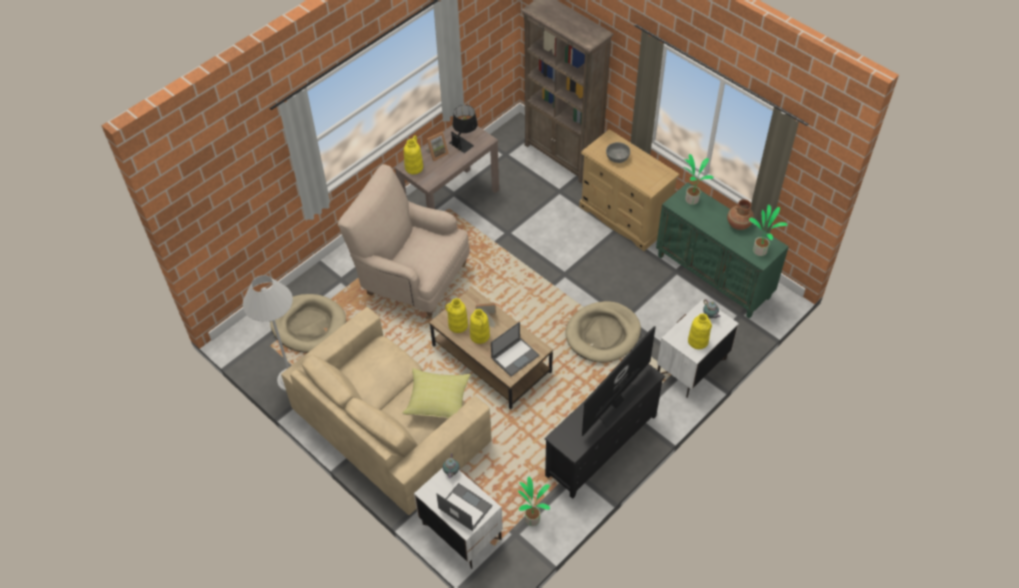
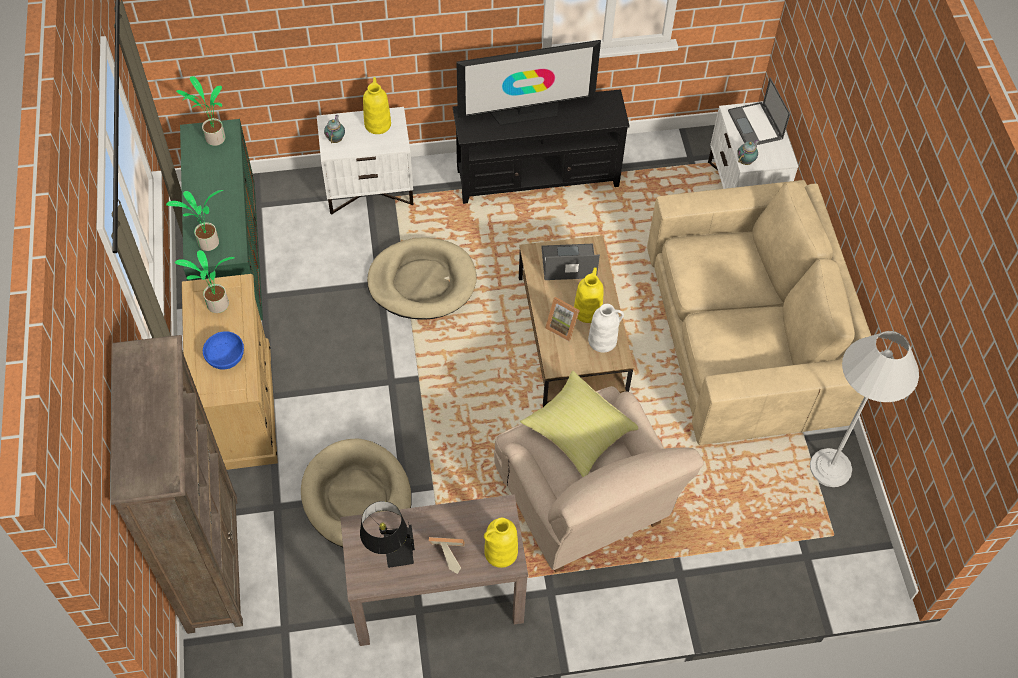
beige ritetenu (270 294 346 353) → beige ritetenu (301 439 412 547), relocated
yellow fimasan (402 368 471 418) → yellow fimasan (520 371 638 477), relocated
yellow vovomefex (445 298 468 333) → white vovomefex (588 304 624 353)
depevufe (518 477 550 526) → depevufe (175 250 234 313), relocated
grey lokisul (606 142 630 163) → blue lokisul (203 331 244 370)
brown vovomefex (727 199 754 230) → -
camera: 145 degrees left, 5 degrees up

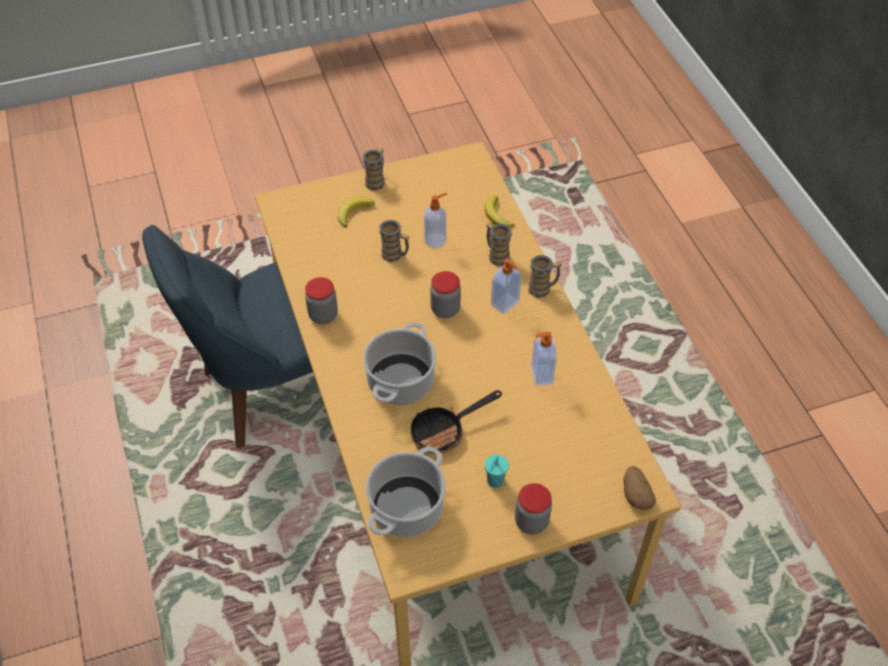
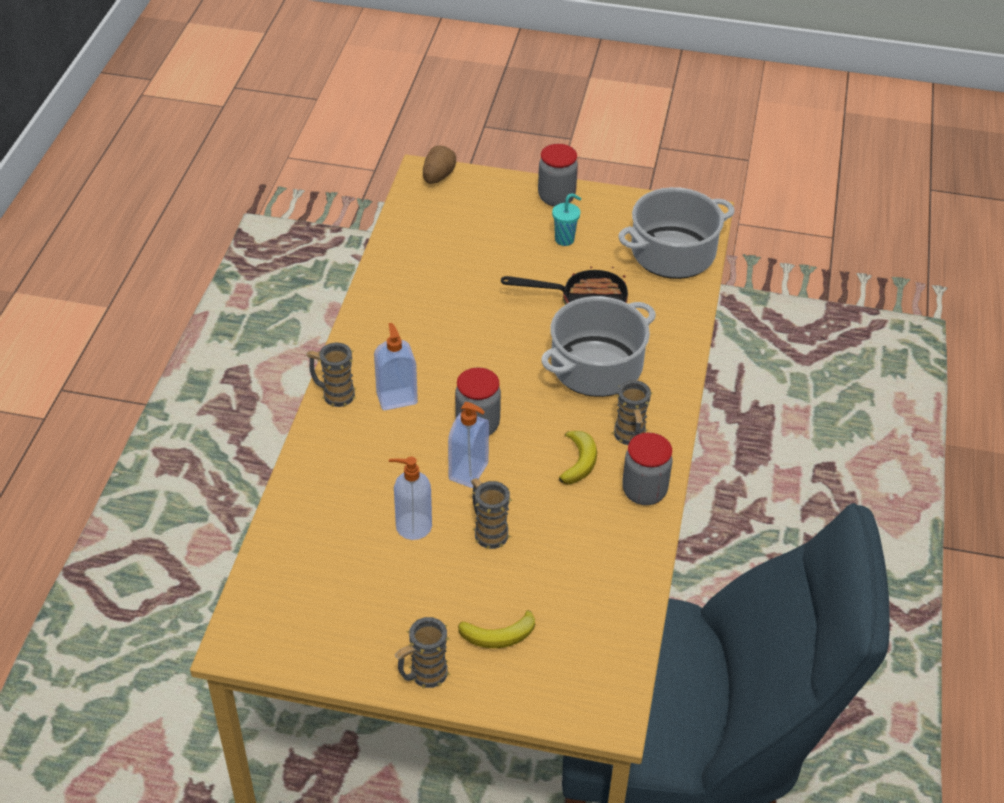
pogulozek (485 195 515 227) → pogulozek (559 431 597 485), relocated
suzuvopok (486 223 513 266) → suzuvopok (612 380 653 445), relocated
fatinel (531 332 557 386) → fatinel (448 402 489 488), relocated
camera: 150 degrees left, 5 degrees down

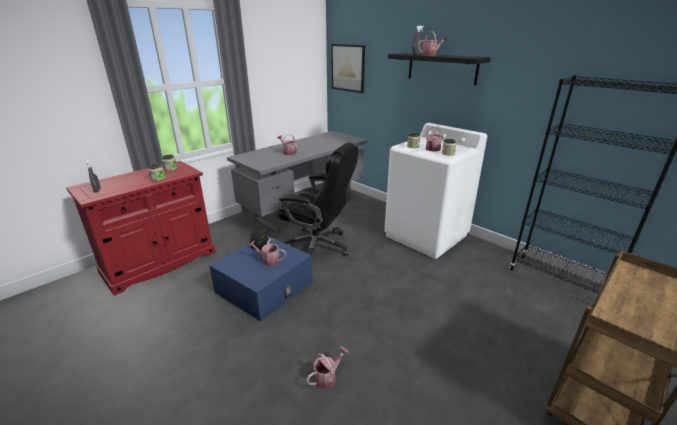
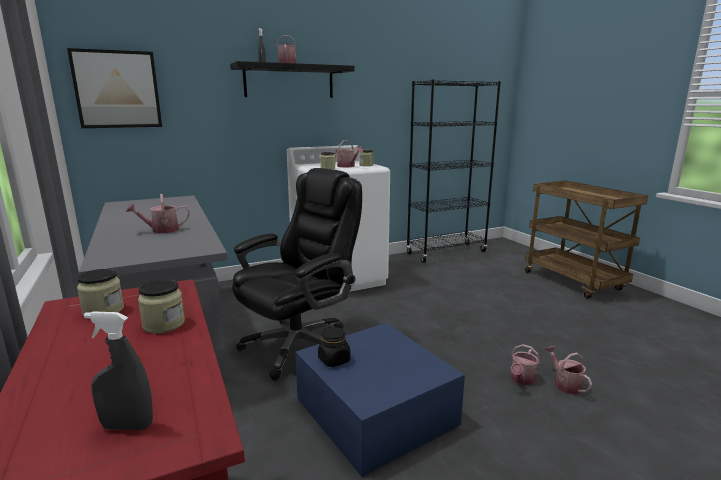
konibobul (249 239 286 266) → konibobul (510 344 540 385), relocated
camera: 70 degrees left, 10 degrees down

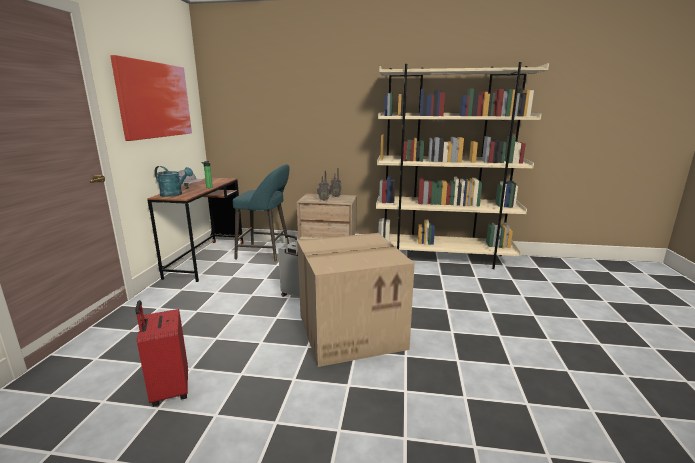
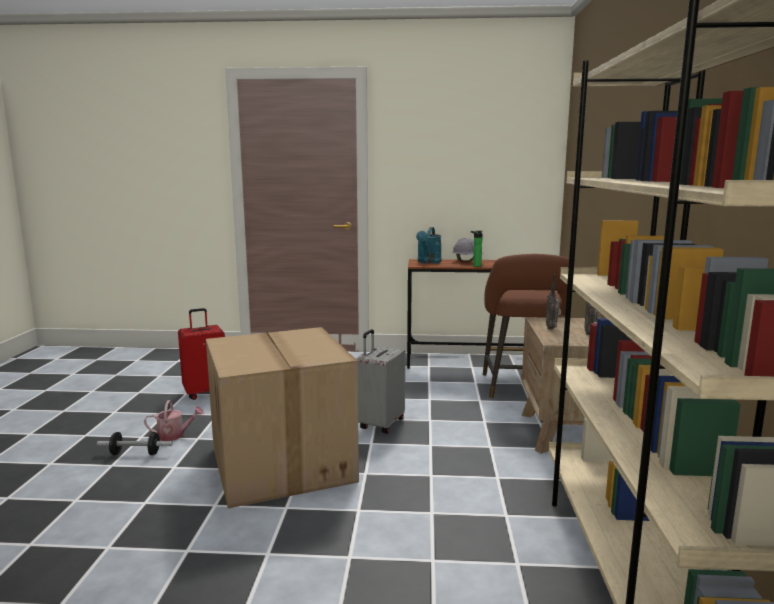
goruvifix (110 55 192 141) → -
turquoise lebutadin (233 164 289 262) → brown lebutadin (483 254 569 399)
- → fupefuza (97 432 173 455)
- → konibobul (144 400 204 441)
camera: 85 degrees right, 5 degrees down

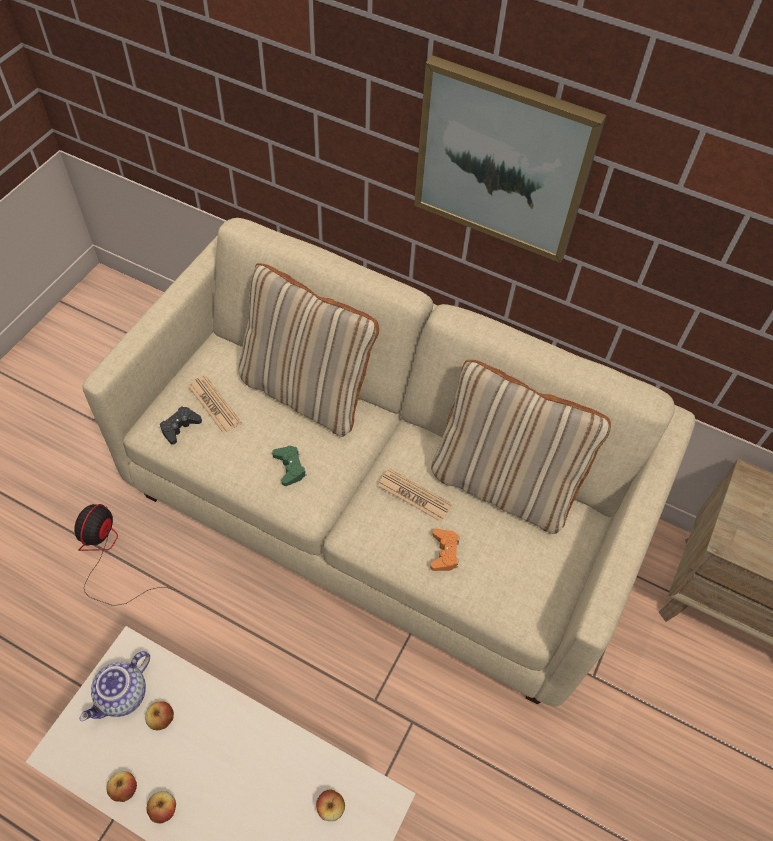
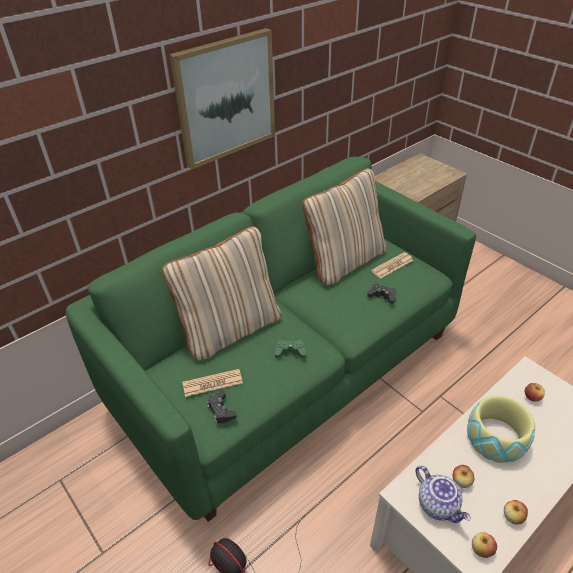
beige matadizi (82 218 696 707) → green matadizi (66 157 476 522)
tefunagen (146 791 176 823) → tefunagen (472 532 497 558), relocated
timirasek (378 469 453 522) → timirasek (371 252 413 278), relocated
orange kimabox (430 528 459 571) → black kimabox (367 283 396 304)
- → lokisul (467 395 535 463)
camera: 65 degrees left, 15 degrees down

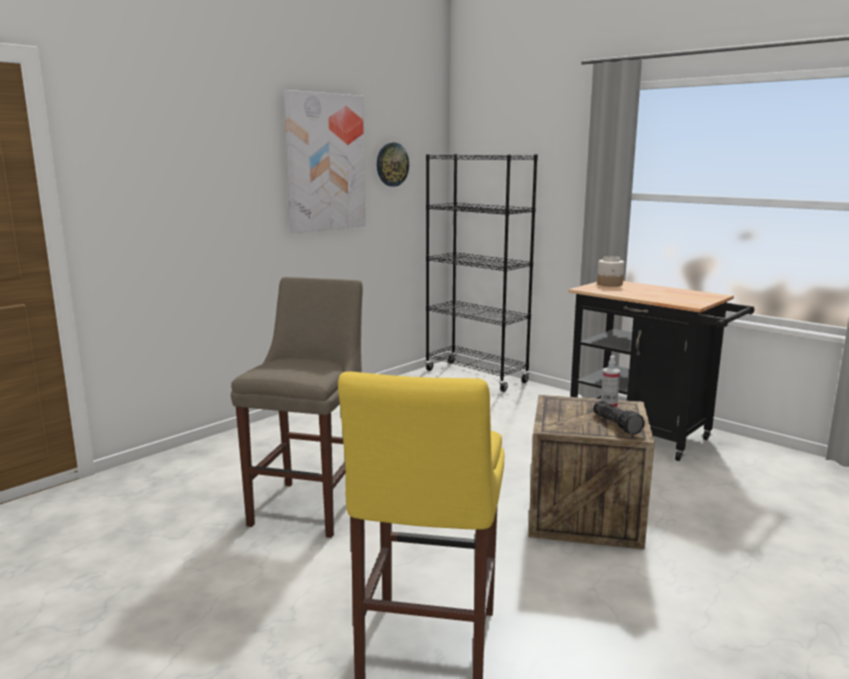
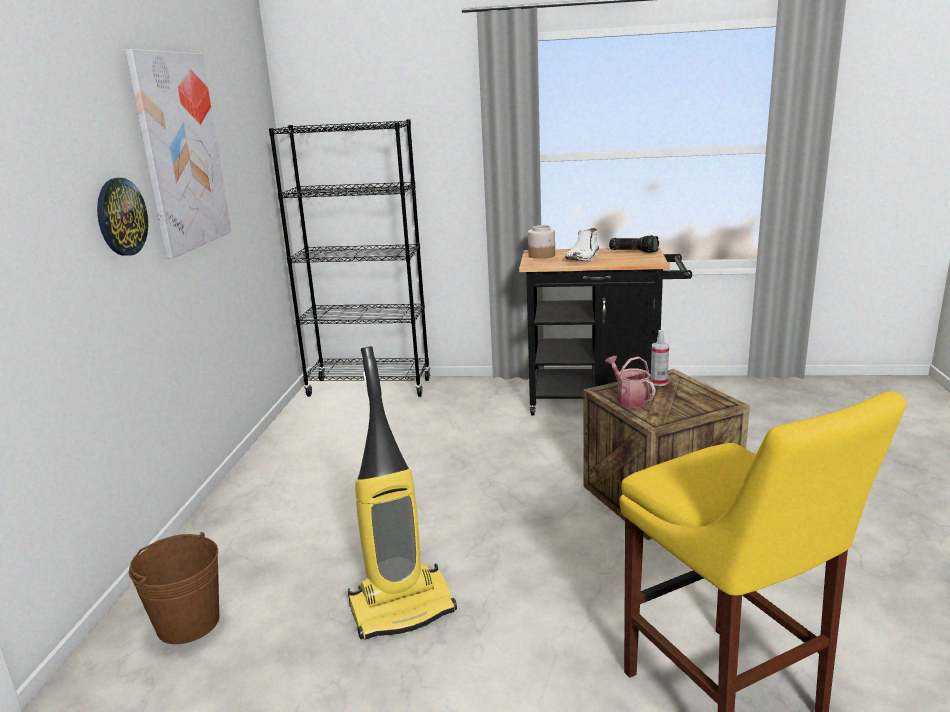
beige lebutadin (231 277 363 538) → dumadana (348 346 457 639)
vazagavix (377 143 409 187) → vazagavix (97 178 148 256), relocated
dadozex (593 401 645 434) → dadozex (609 235 659 253), relocated
- → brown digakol (129 532 219 644)
- → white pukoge (565 228 600 261)
- → konibobul (605 356 656 407)
camera: 35 degrees left, 5 degrees up

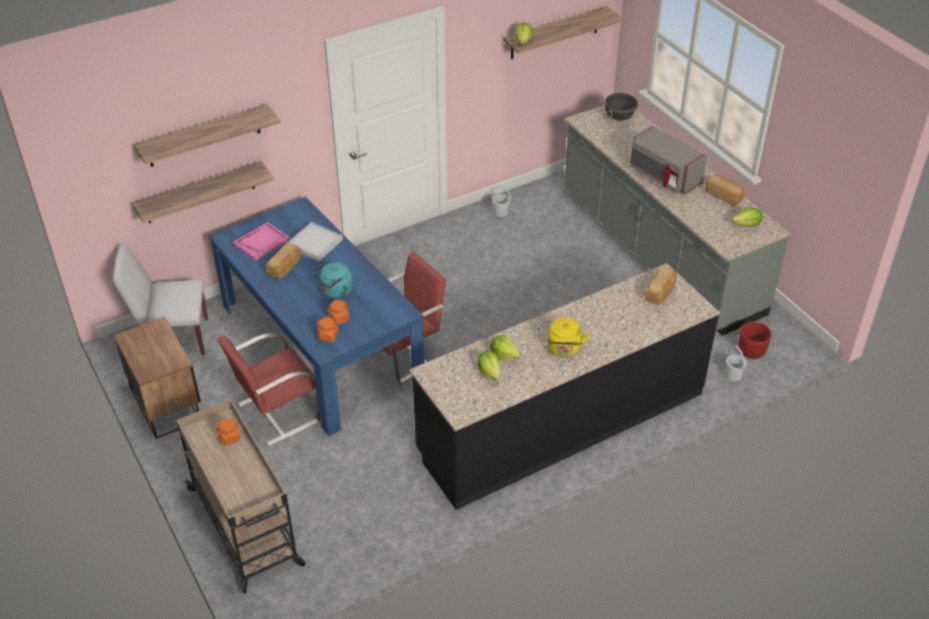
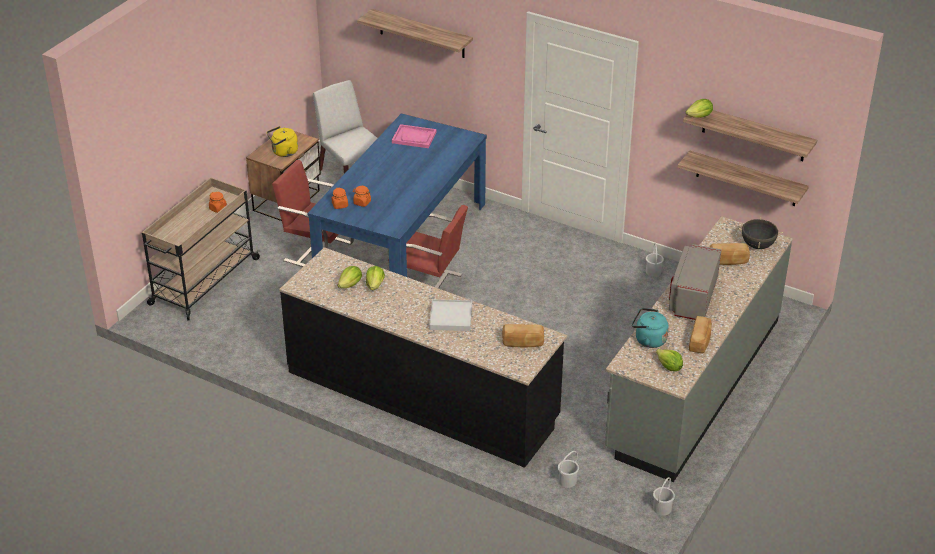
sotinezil (132 161 274 223) → sotinezil (678 151 809 206), relocated
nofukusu (266 243 301 279) → nofukusu (710 243 750 265), relocated
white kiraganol (287 222 343 261) → white kiraganol (429 299 472 331), relocated
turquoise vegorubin (313 261 353 299) → turquoise vegorubin (632 308 669 348), relocated
yellow vegorubin (547 318 590 357) → yellow vegorubin (267 126 298 157), relocated
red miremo (738 322 772 359) → -
- → white digakol (653 477 675 516)
camera: 60 degrees right, 5 degrees down

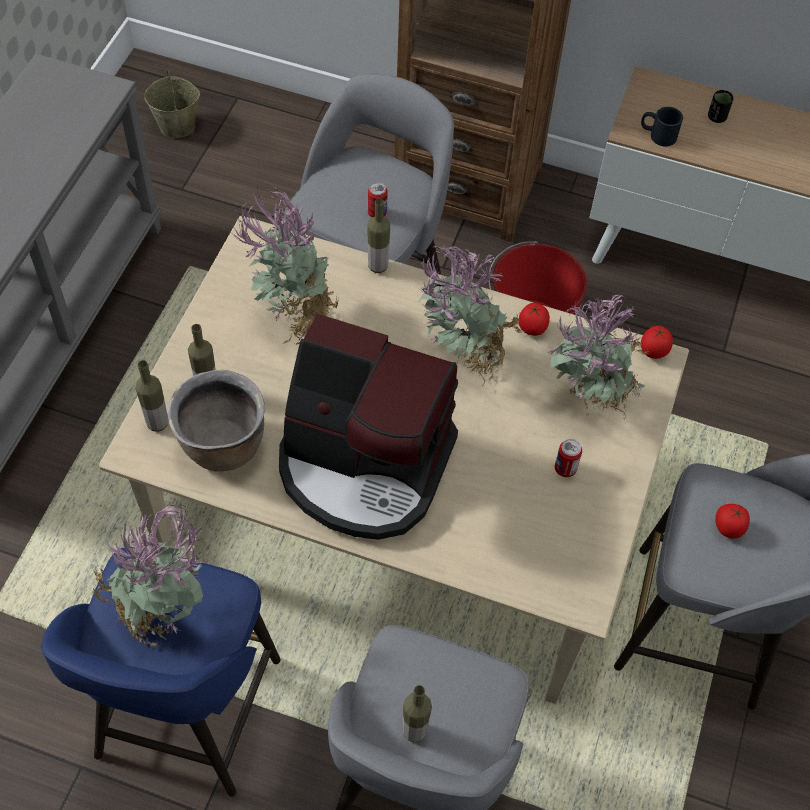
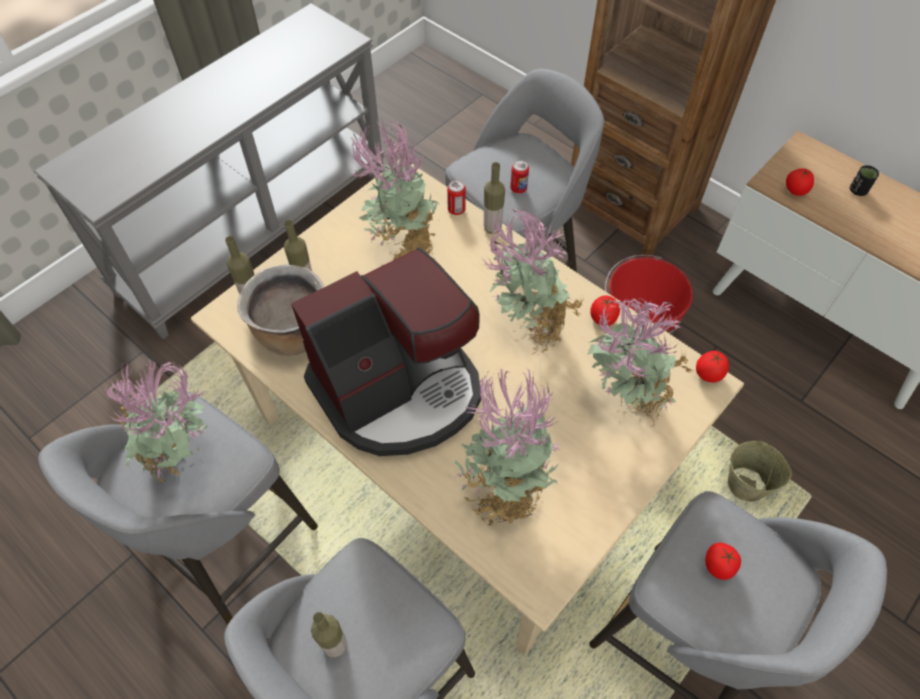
blue lebutadin (41 547 281 797) → grey lebutadin (38 392 318 625)
beige digakol (144 69 200 138) → beige digakol (728 440 792 502), relocated
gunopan (279 314 458 540) → gunopan (291 247 481 456), 75 degrees counterclockwise
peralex (555 439 582 477) → peralex (447 180 466 215), relocated
black suzuvopok (641 107 683 147) → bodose (786 168 814 196)
- → depevufe (455 368 560 526)
camera: 25 degrees right, 0 degrees up

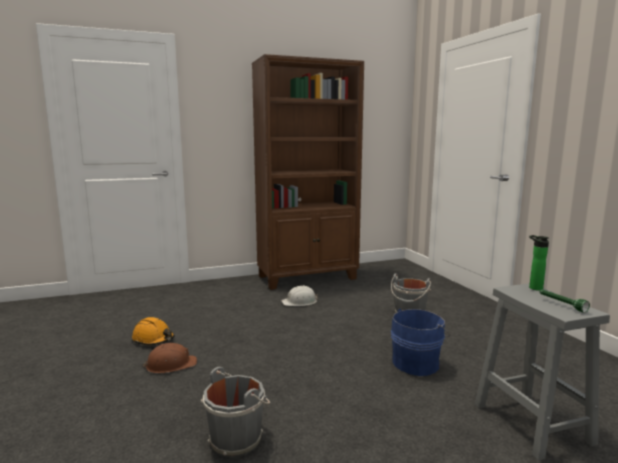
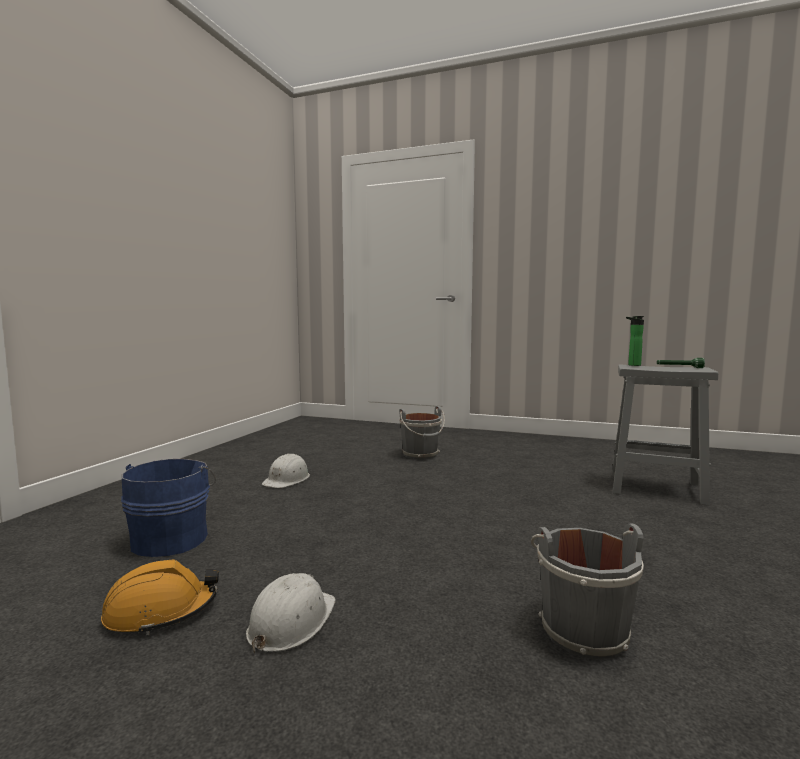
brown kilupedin (142 343 197 373) → white kilupedin (246 573 336 654)
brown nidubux (252 54 364 290) → -
blue digakol (391 308 450 376) → blue digakol (121 459 216 557), relocated
camera: 50 degrees left, 5 degrees down

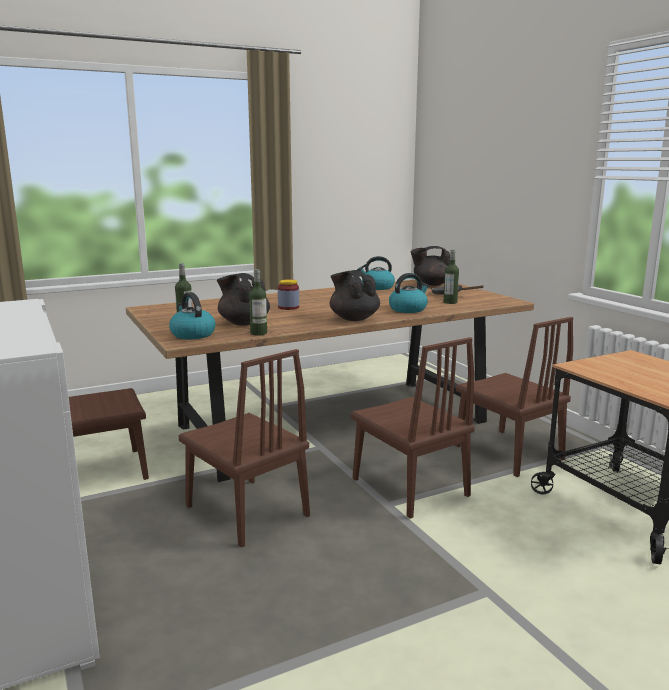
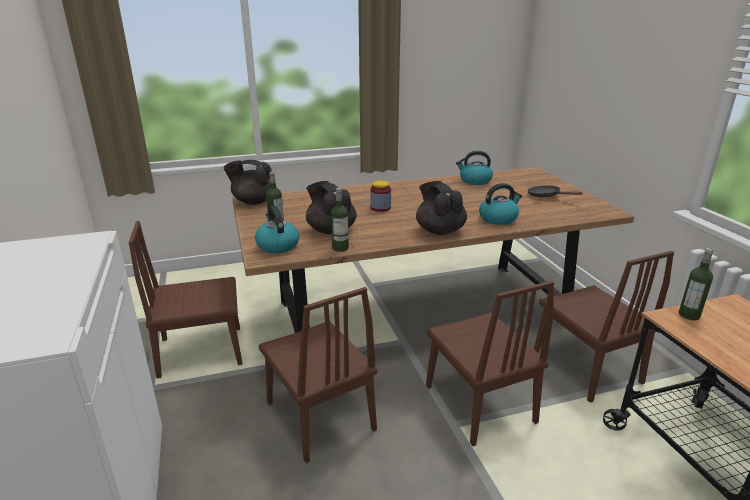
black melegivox (411 246 450 286) → black melegivox (223 160 272 205), relocated
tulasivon (444 250 459 304) → tulasivon (679 248 713 320), relocated
camera: 10 degrees right, 10 degrees up

